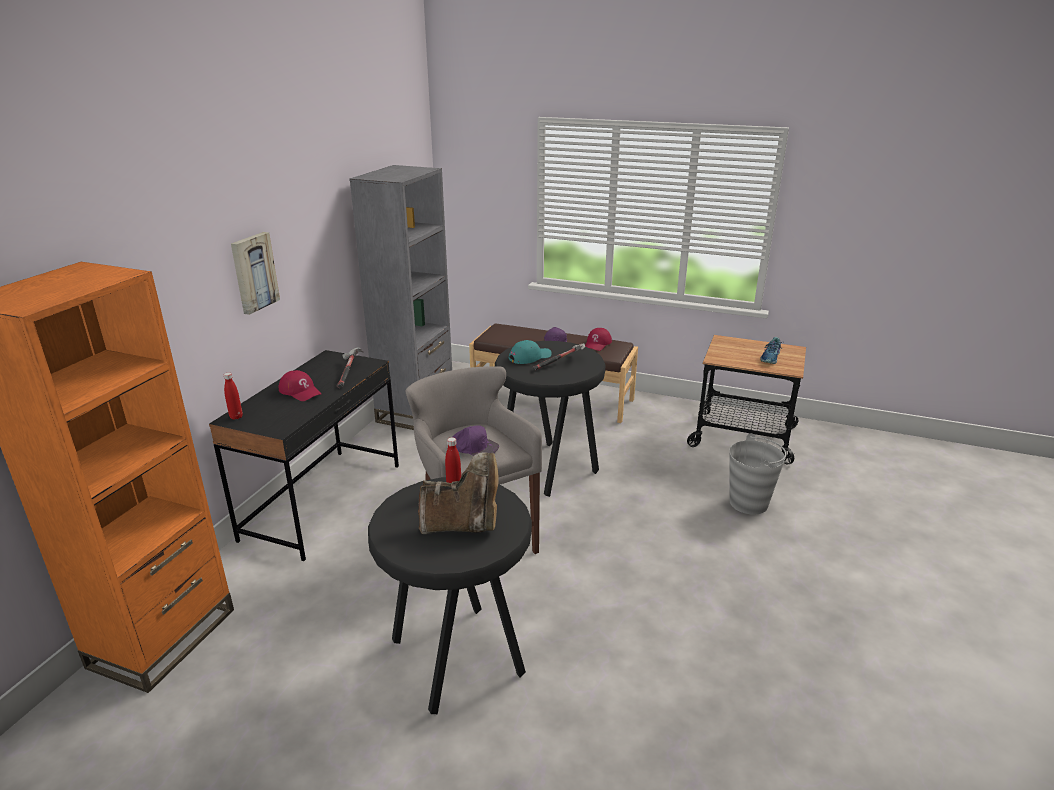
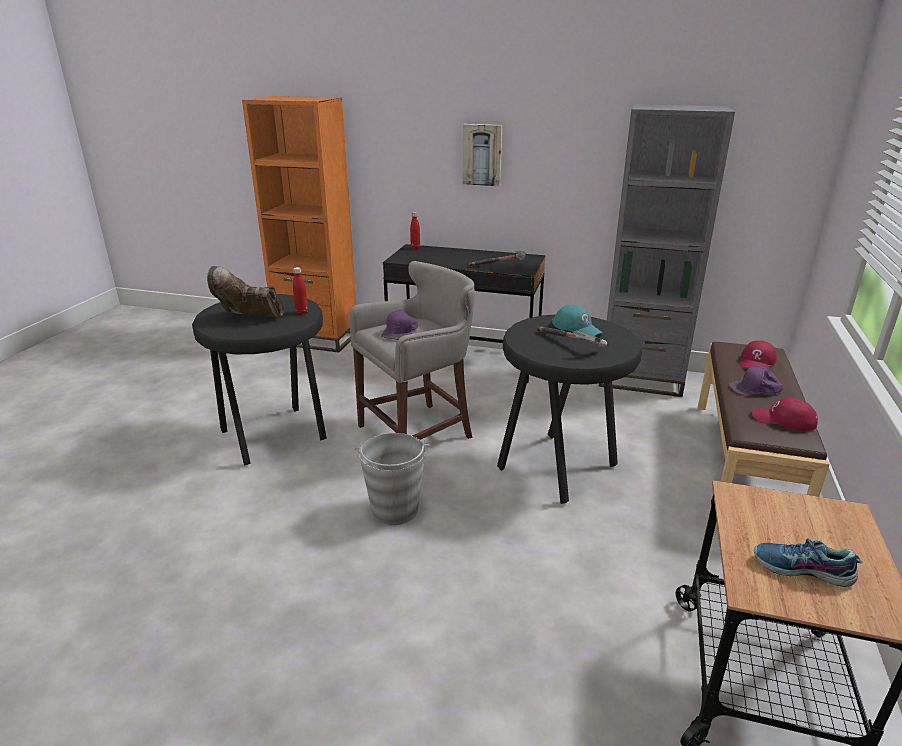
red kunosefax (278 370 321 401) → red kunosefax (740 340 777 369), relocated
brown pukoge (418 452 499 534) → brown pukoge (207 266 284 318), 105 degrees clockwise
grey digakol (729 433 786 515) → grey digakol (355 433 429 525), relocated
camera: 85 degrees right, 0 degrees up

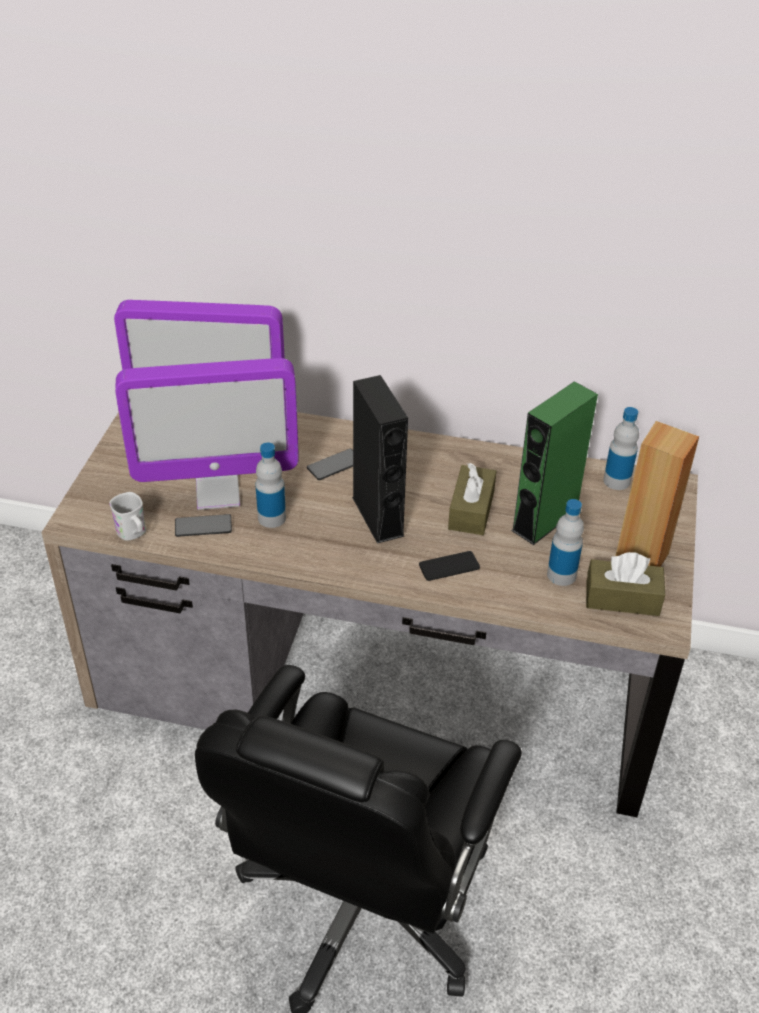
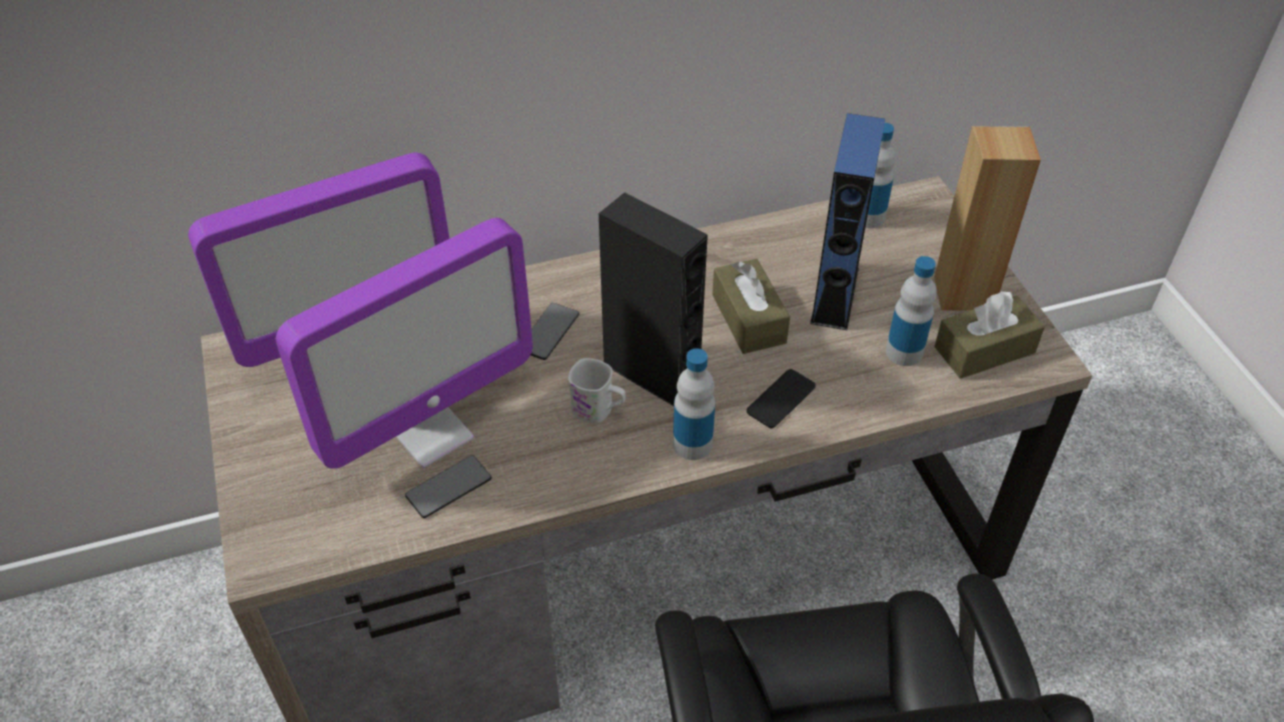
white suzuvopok (109 492 146 541) → white suzuvopok (568 358 626 423), relocated
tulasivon (255 443 286 528) → tulasivon (673 348 715 460), relocated
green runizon (511 381 598 545) → blue runizon (810 113 885 330)
camera: 30 degrees left, 5 degrees up

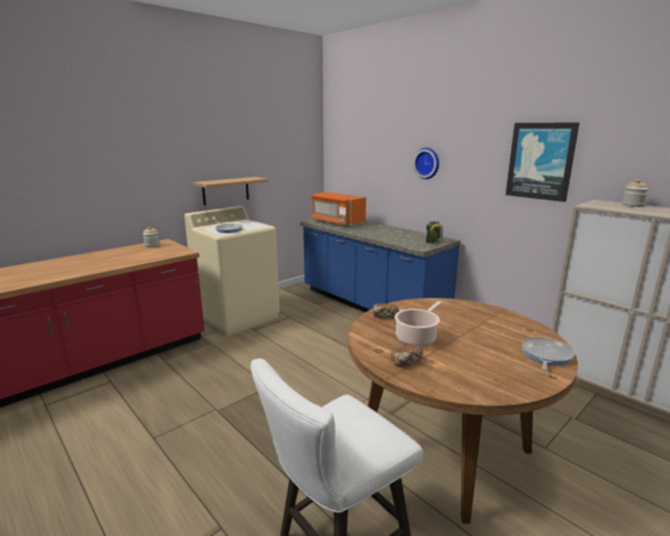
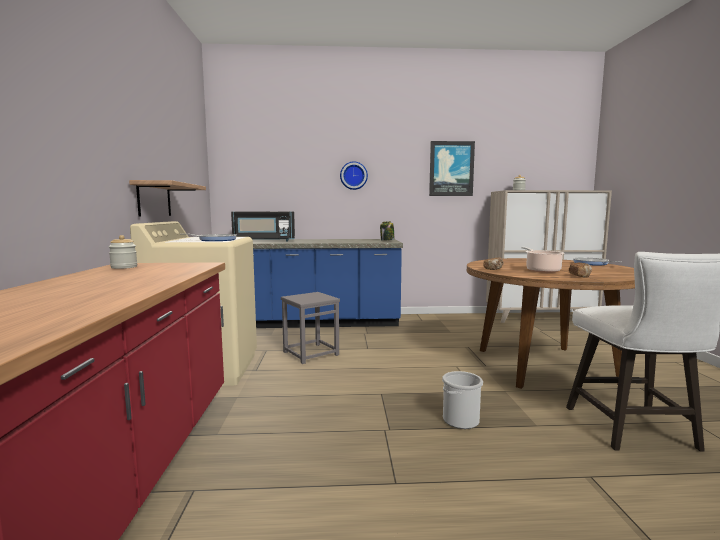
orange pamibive (311 192 366 227) → black pamibive (231 211 295 242)
- → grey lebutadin (281 292 340 364)
- → digakol (442 371 483 429)
camera: 50 degrees left, 10 degrees down

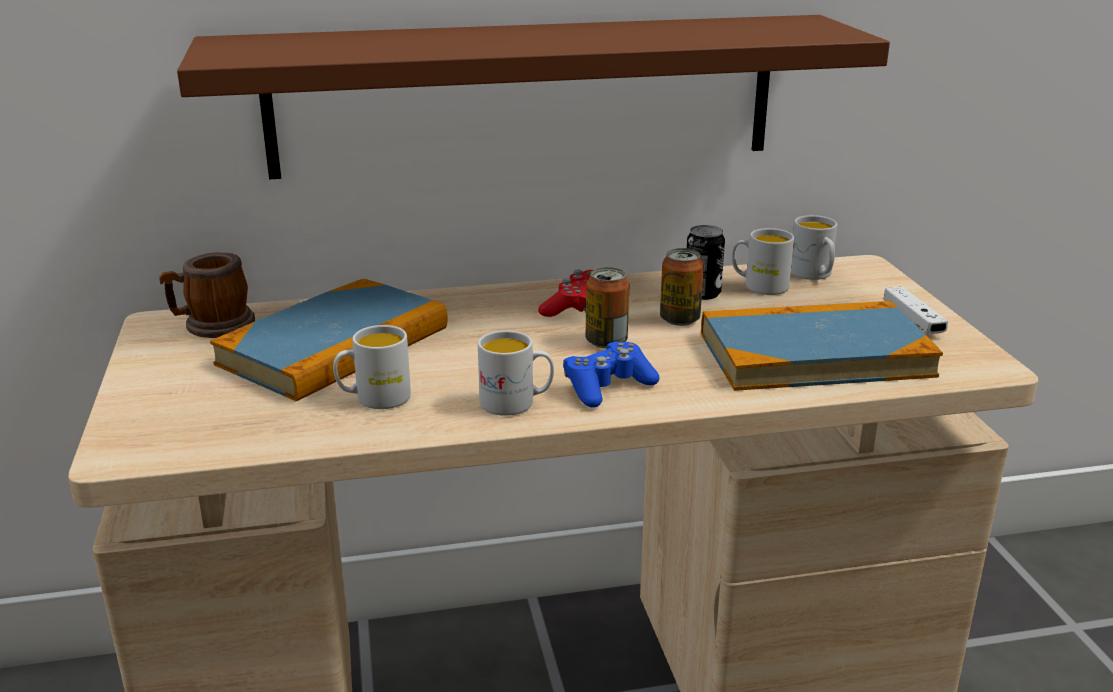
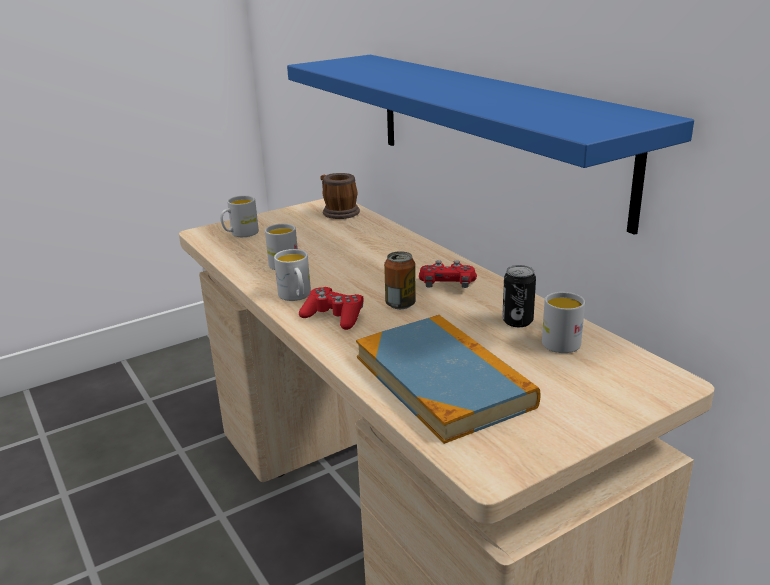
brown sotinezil (177 15 890 179) → blue sotinezil (287 55 694 235)
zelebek (210 279 447 401) → -
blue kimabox (563 341 660 408) → red kimabox (299 287 364 330)
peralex (660 248 704 326) → -
white suzuvopok (791 215 837 280) → white suzuvopok (220 195 259 237), relocated
white kimabox (884 287 948 334) → -
camera: 70 degrees right, 0 degrees up

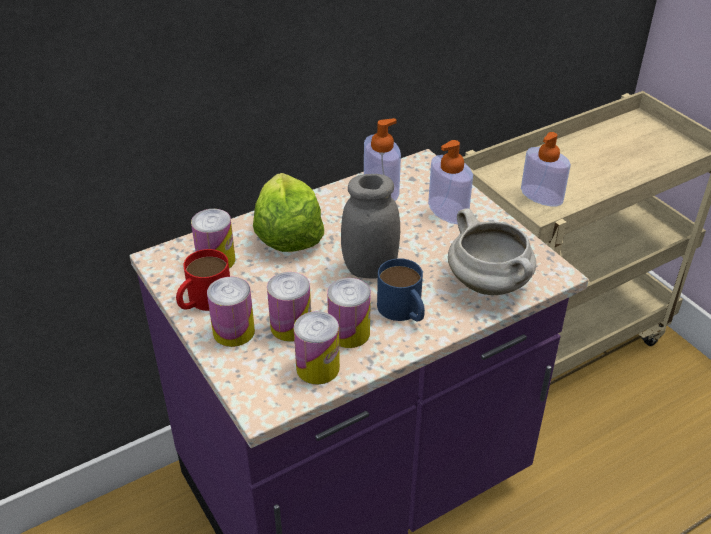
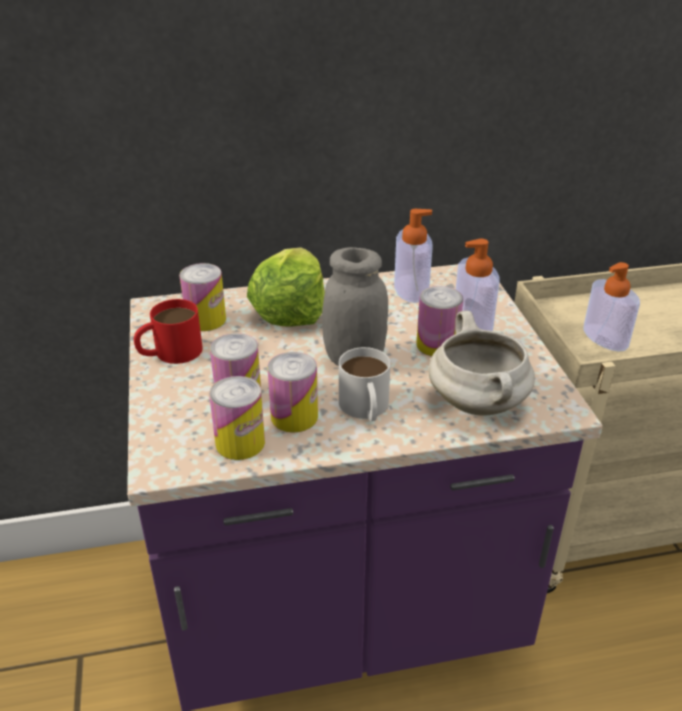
peralex (207 277 255 347) → peralex (416 286 464 356), relocated
blue suzuvopok (377 258 425 322) → white suzuvopok (339 347 391 421)
camera: 20 degrees right, 5 degrees down

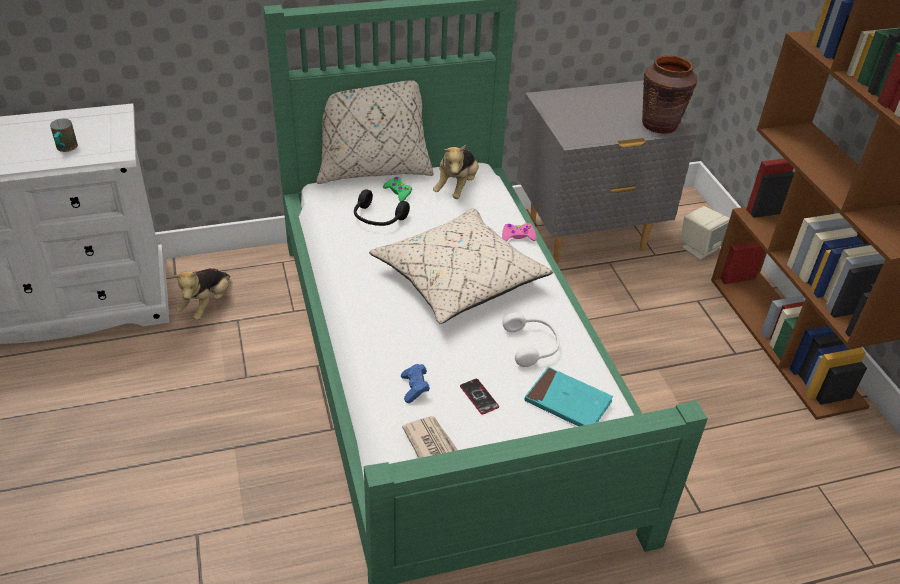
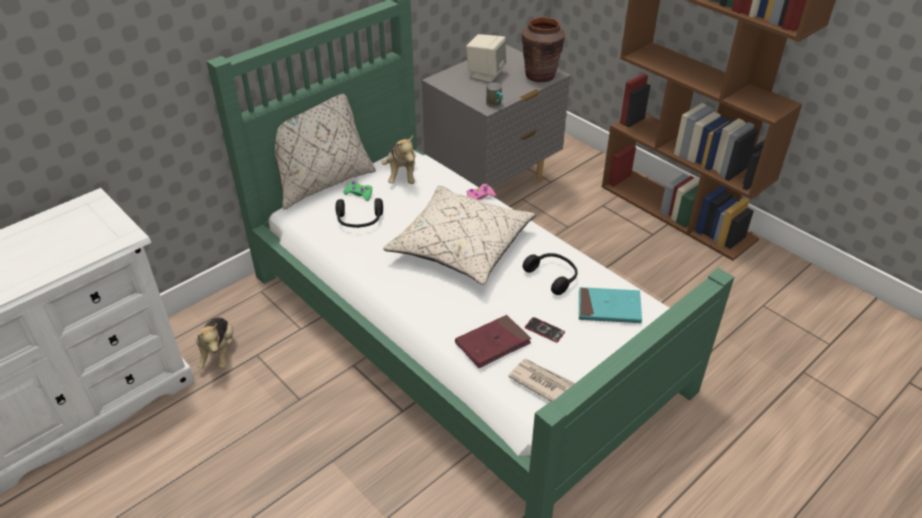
suzuvopok (50 119 78 152) → suzuvopok (486 82 503 108), relocated
blue kimabox (401 364 430 403) → red zelebek (455 315 531 368)
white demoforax (502 312 560 367) → black demoforax (523 253 578 295)
beige runizon (680 206 730 259) → beige runizon (466 34 506 82), relocated
camera: 25 degrees left, 0 degrees up

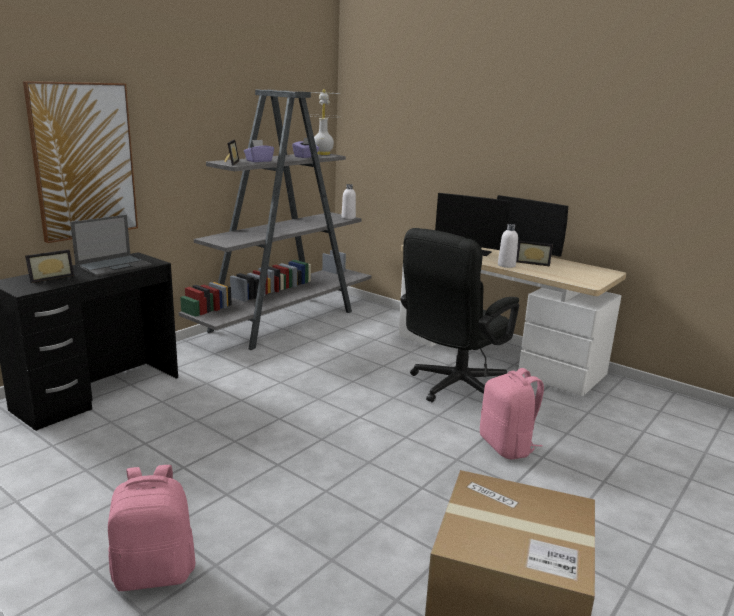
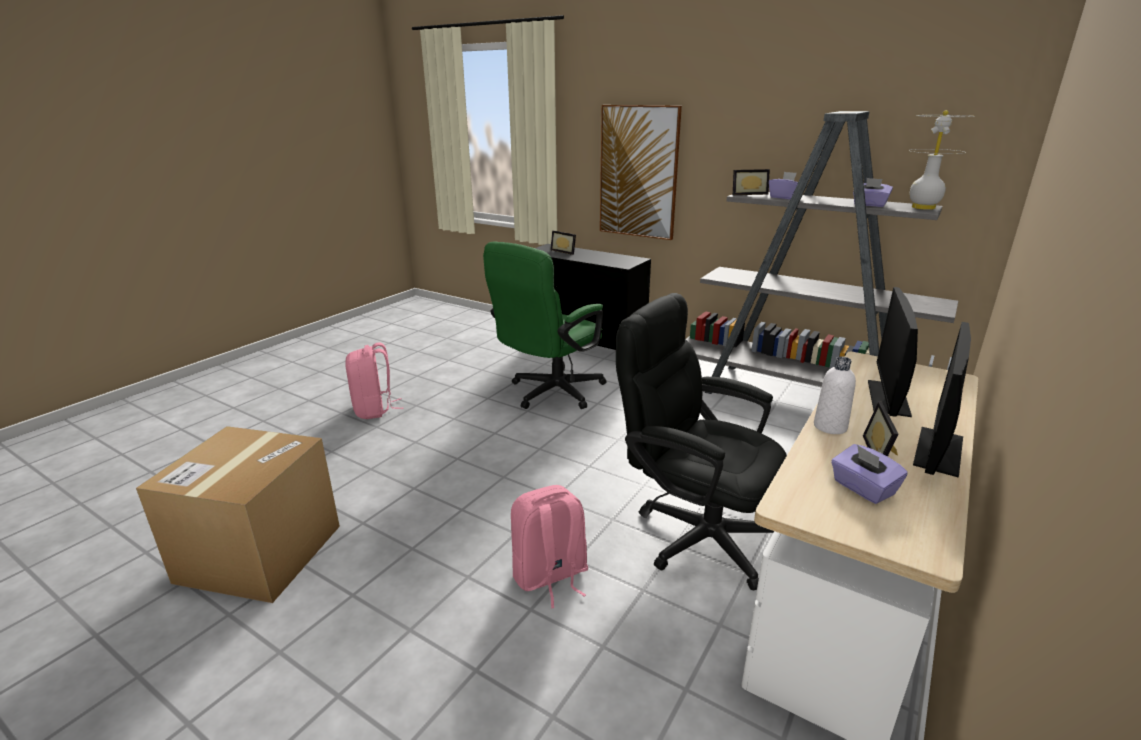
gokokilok (70 215 152 276) → -
white tulasivon (342 184 356 219) → -
- → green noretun (483 241 607 409)
- → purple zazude (831 444 908 504)
camera: 85 degrees right, 5 degrees up

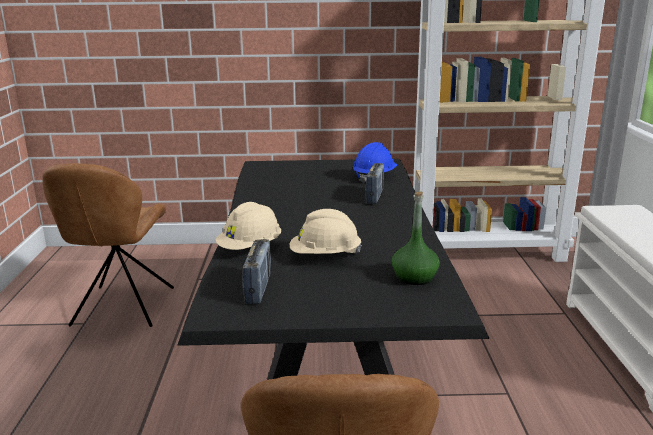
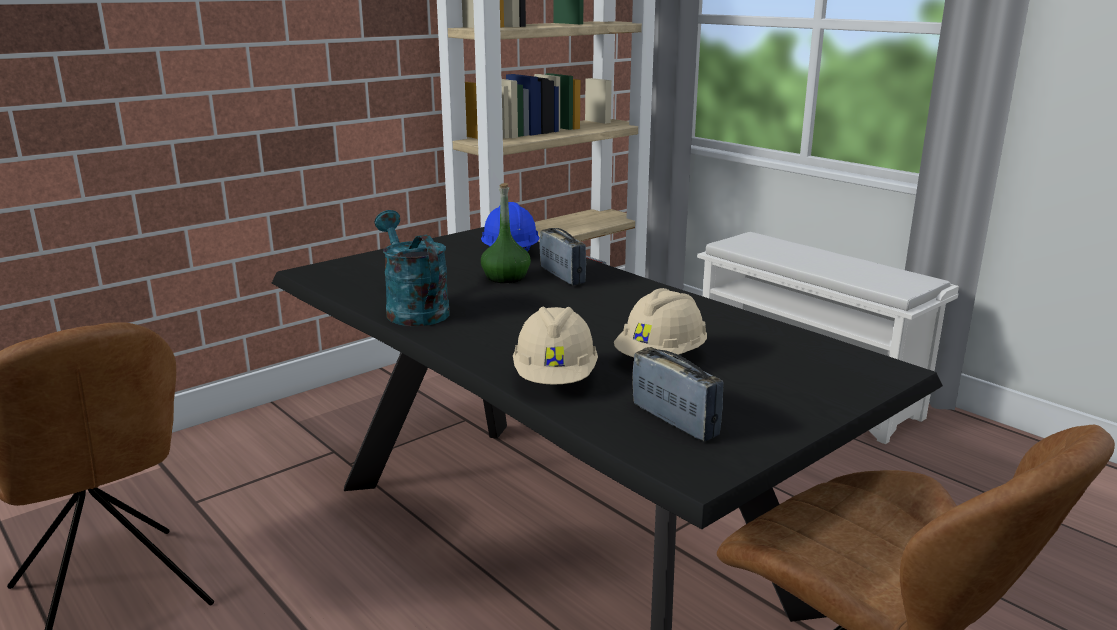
green tulasivon (392 191 440 285) → green tulasivon (481 183 531 283), relocated
- → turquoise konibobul (374 210 450 326)
camera: 40 degrees left, 0 degrees up

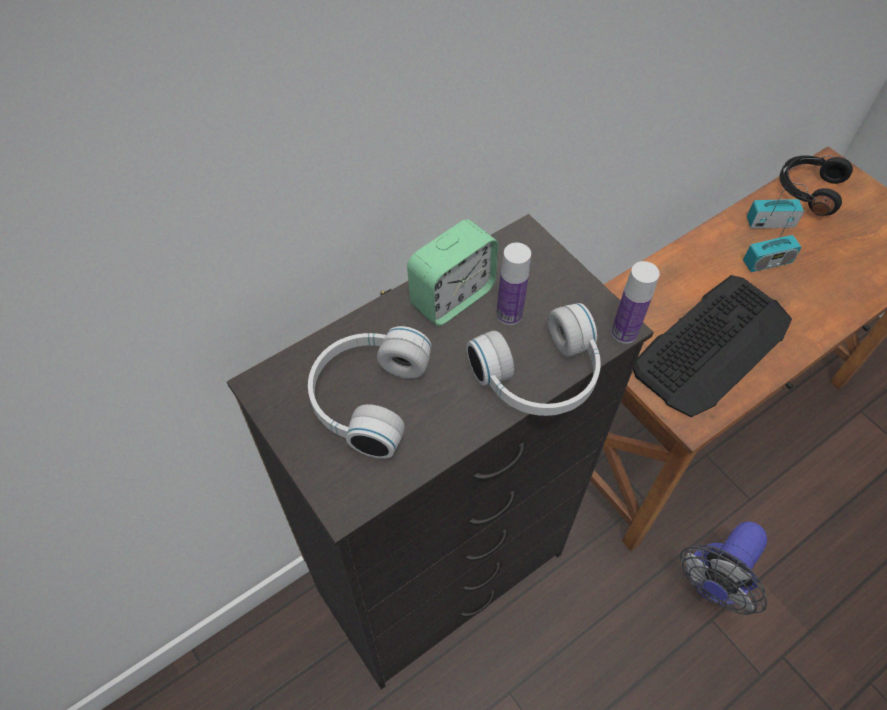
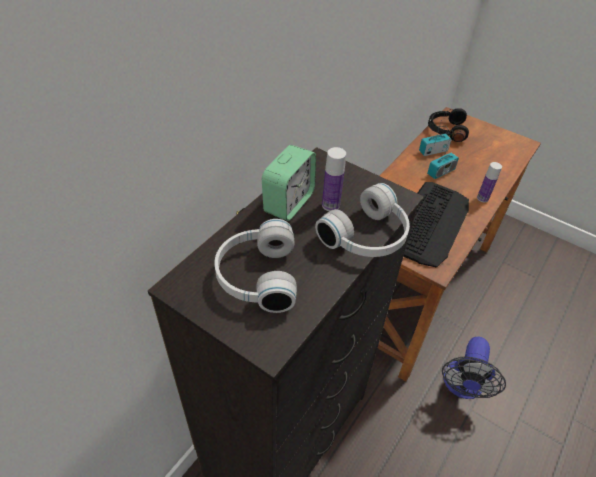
tulasivon (611 261 660 344) → tulasivon (477 162 502 203), relocated
camera: 20 degrees left, 10 degrees down

